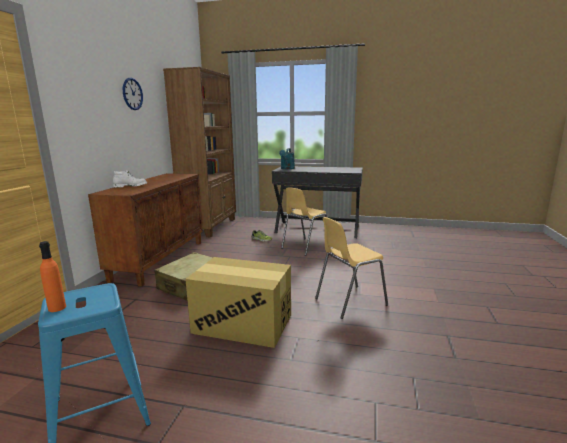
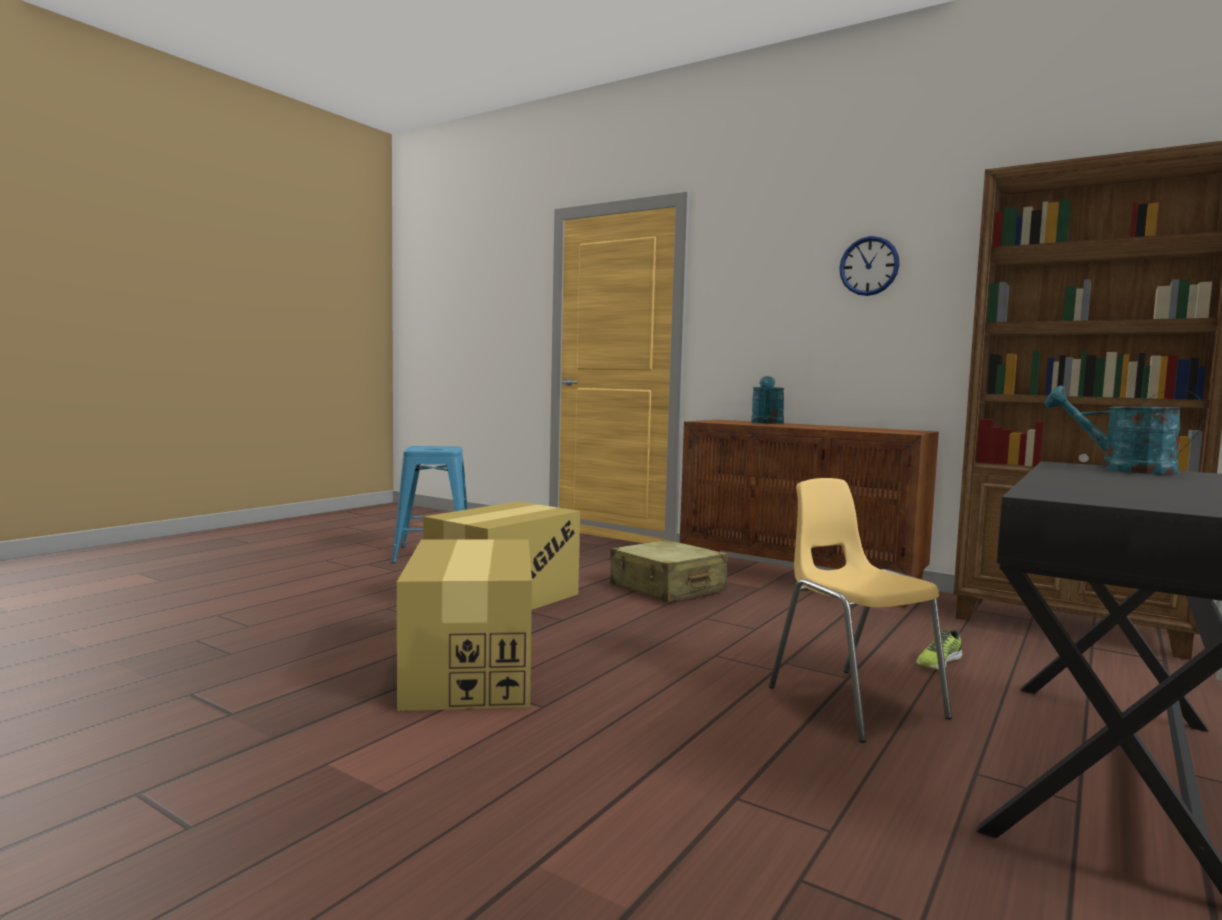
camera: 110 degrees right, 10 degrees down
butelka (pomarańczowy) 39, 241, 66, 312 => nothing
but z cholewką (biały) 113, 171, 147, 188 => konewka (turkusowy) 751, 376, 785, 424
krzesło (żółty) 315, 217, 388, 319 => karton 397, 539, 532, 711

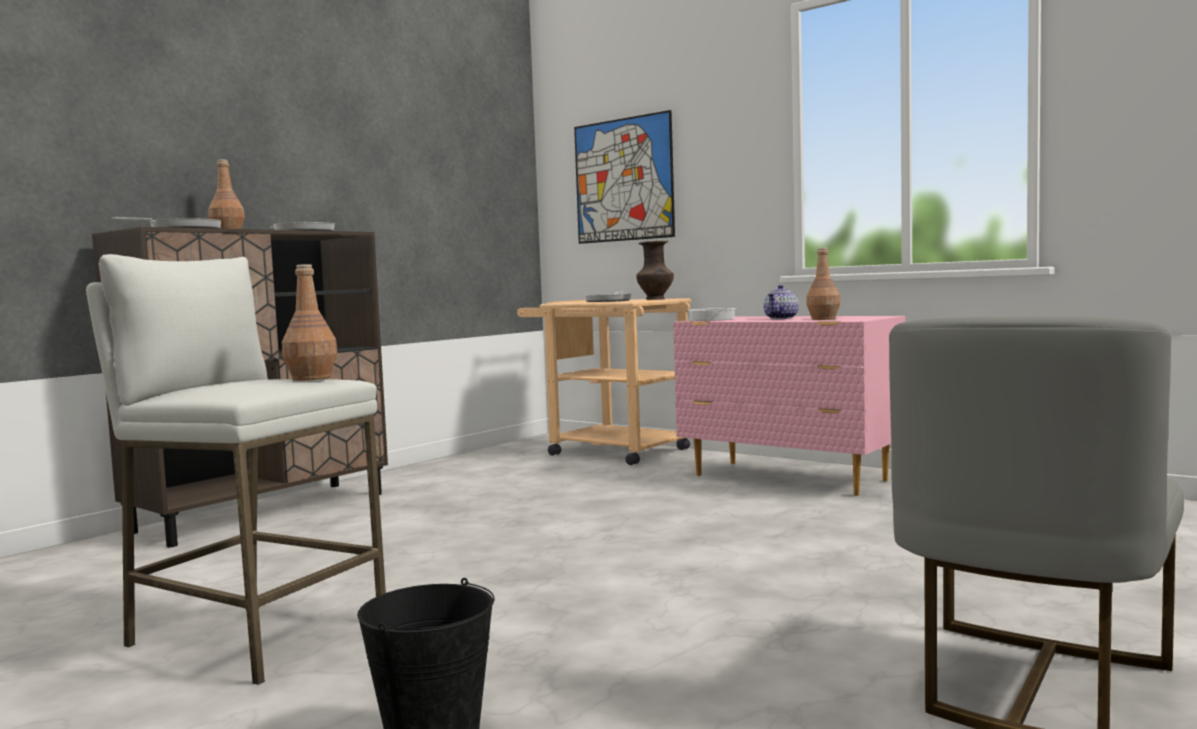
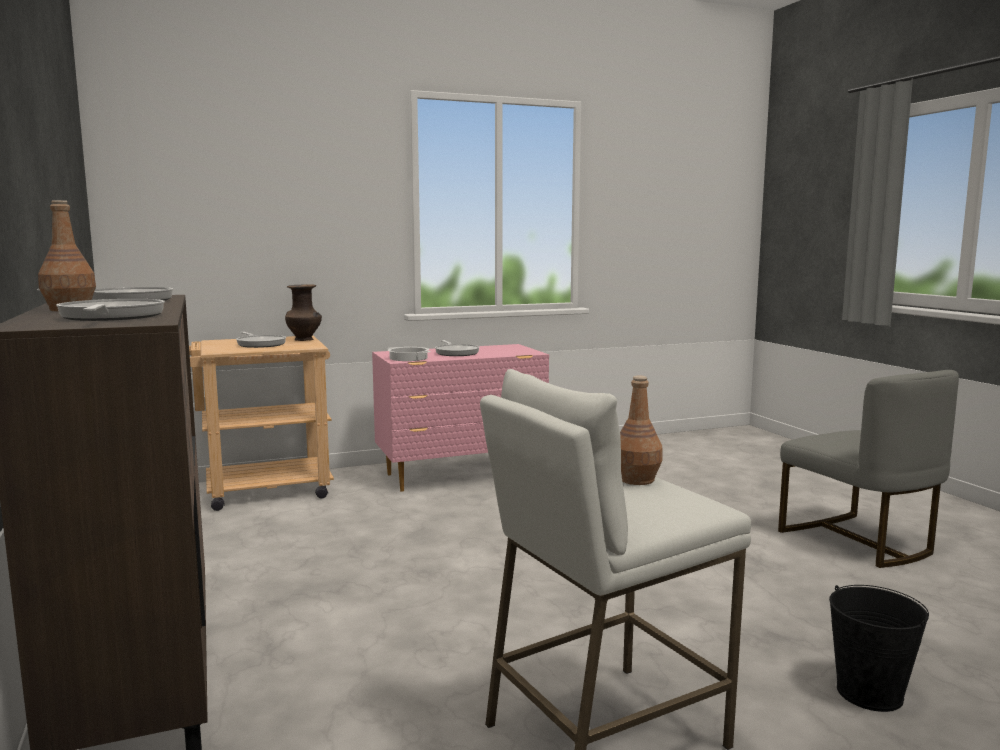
camera: 60 degrees left, 5 degrees up
obraz 574, 110, 675, 244 => nothing
butelka (brązowy) 806, 248, 840, 320 => nothing
imbryk 764, 285, 799, 319 => patelnia 435, 340, 480, 356

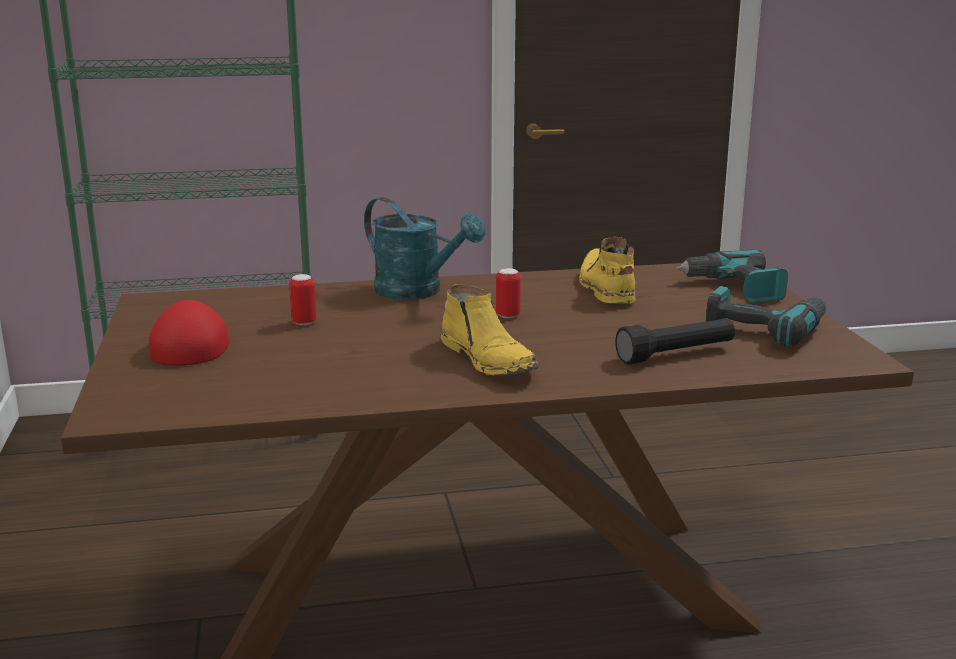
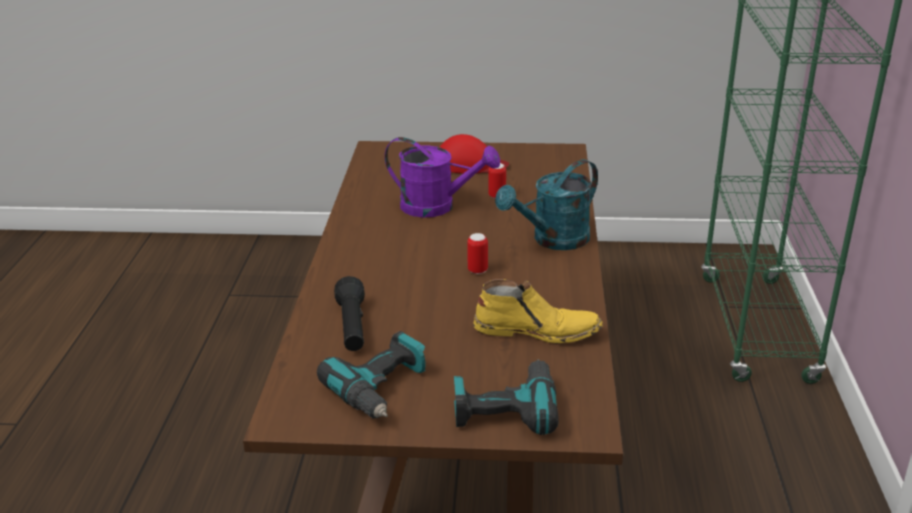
camera: 105 degrees right, 10 degrees up
but z cholewką (żółty) 441, 284, 539, 376 => nothing
nothing => konewka (fioletowy) 385, 137, 500, 217

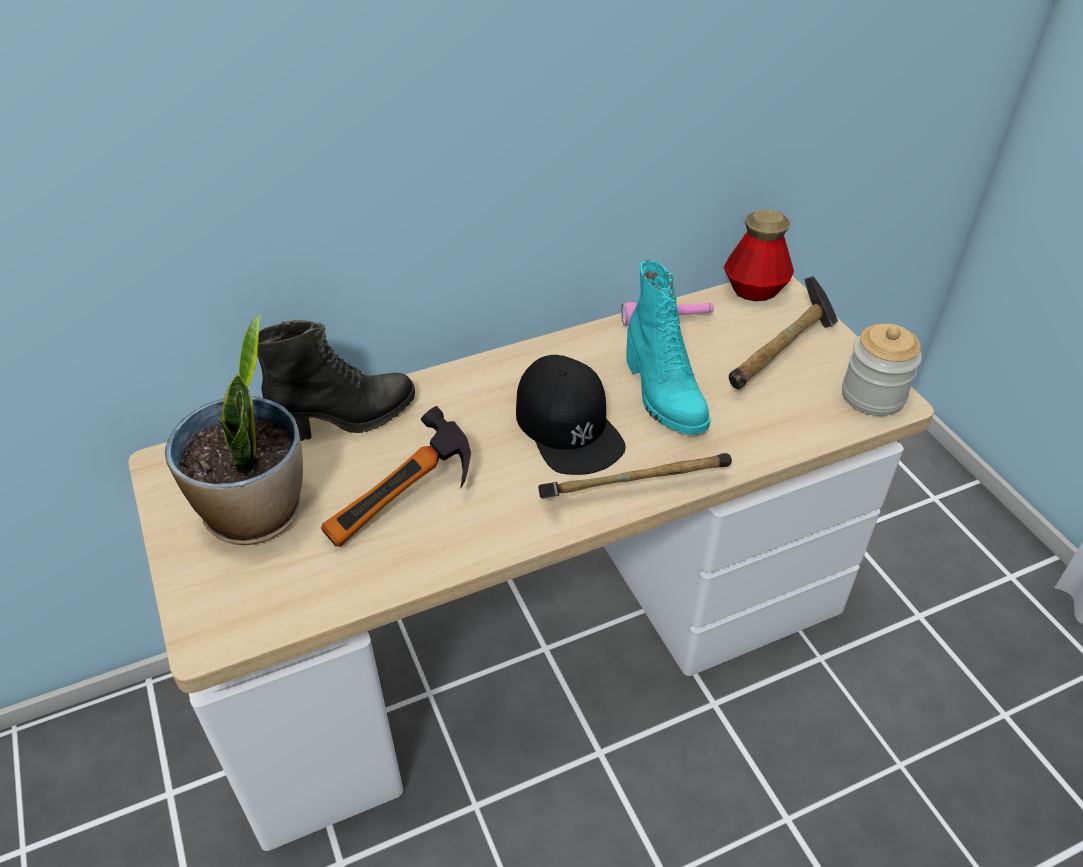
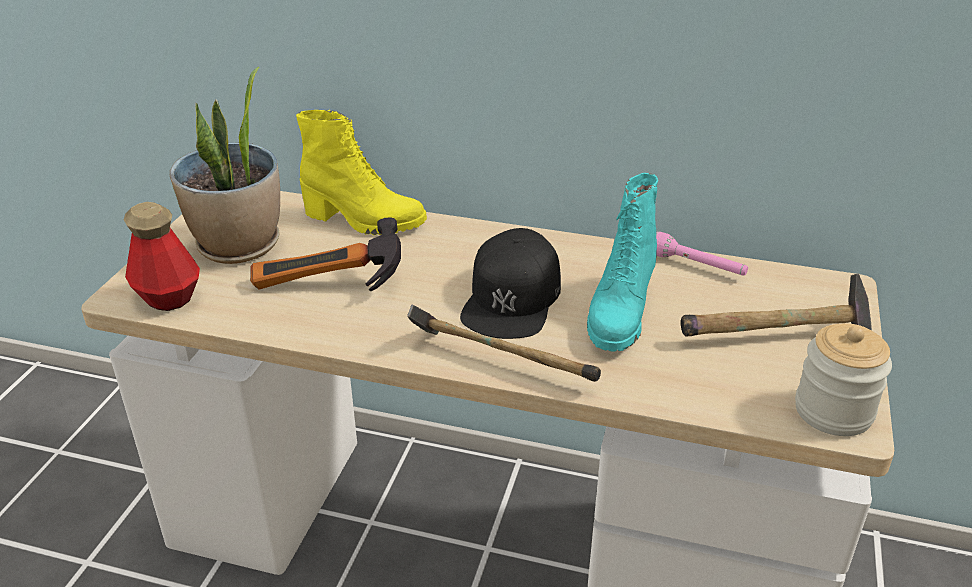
camera: 40 degrees right, 10 degrees down
butelka 724, 209, 794, 301 => butelka 124, 202, 200, 311, moved
but z cholewką (czarny) 258, 320, 415, 441 => but z cholewką (żółty) 296, 110, 427, 235

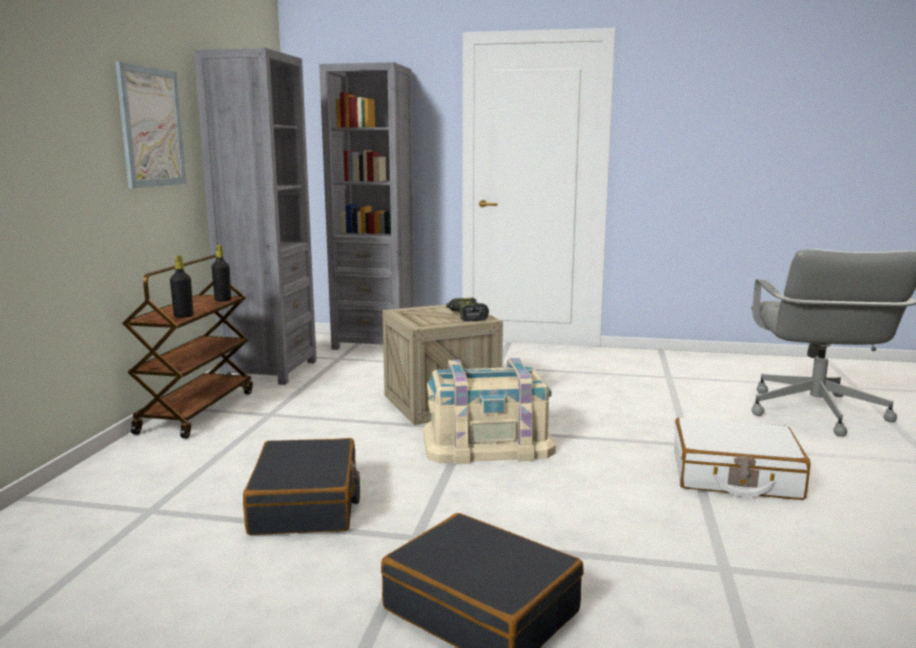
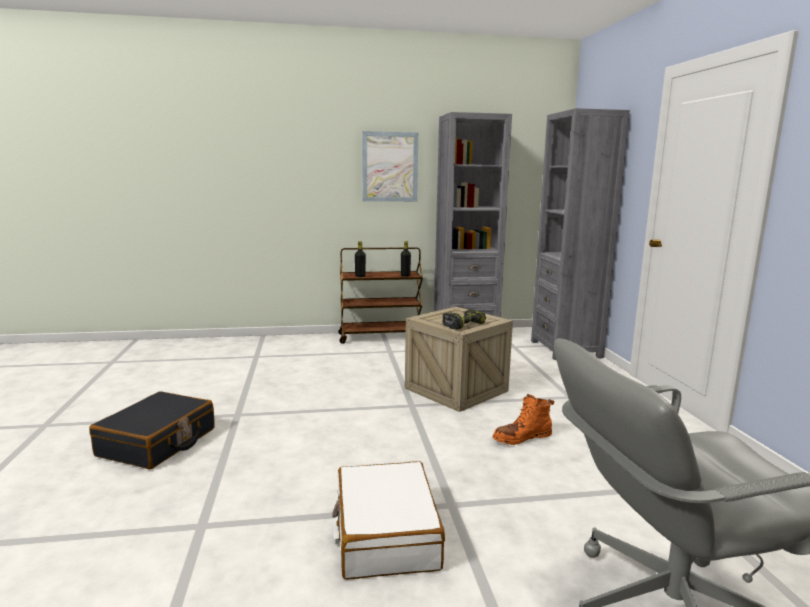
camera: 70 degrees right, 0 degrees up
walizka (czarny) 243, 438, 360, 535 => nothing
pojemnik do przechowywania (beżowy) 423, 358, 556, 464 => nothing
nothing => but z cholewką (pomarańczowy) 493, 394, 555, 445

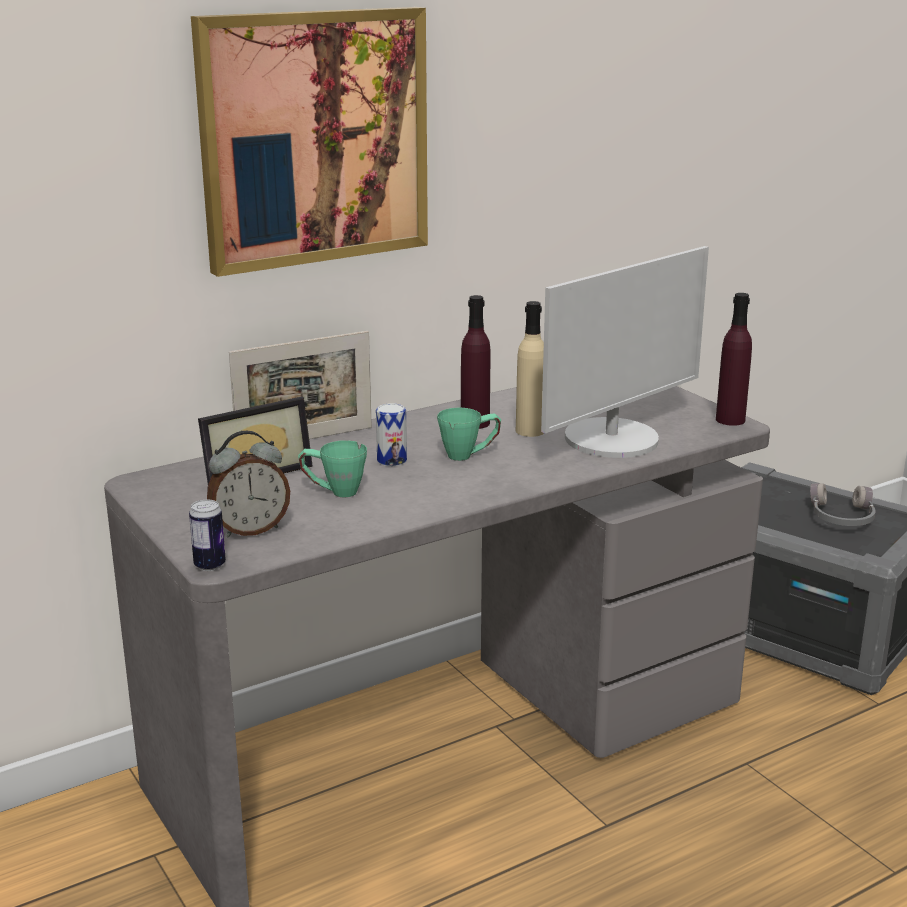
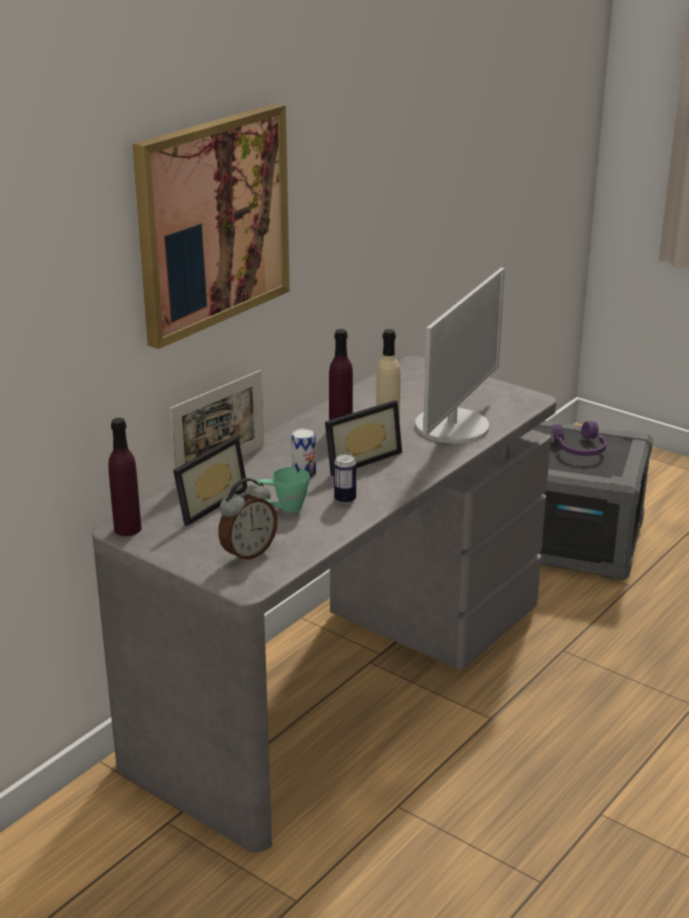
camera: 20 degrees left, 5 degrees up
puszka 189, 500, 226, 571 => puszka 334, 454, 356, 504, moved
butelka (fioletowy) 716, 293, 752, 426 => butelka (fioletowy) 108, 418, 141, 536, moved
kubek (zielony) 437, 408, 501, 461 => ramka na zdjęcie 325, 400, 402, 476
słuchawki (szary) 810, 483, 876, 526 => słuchawki (fioletowy) 552, 421, 606, 456

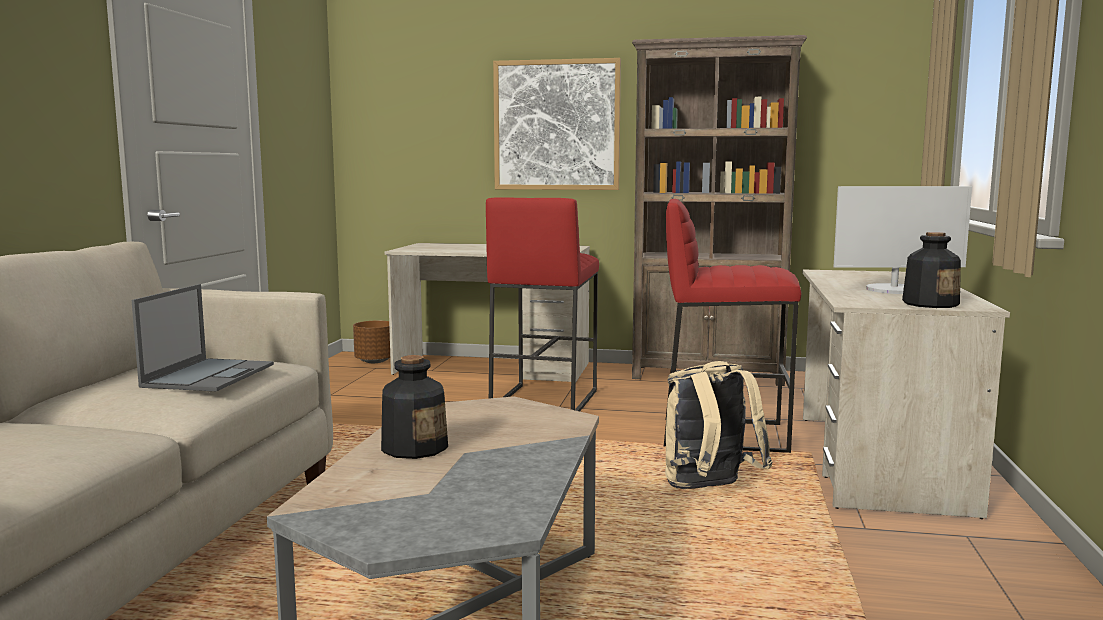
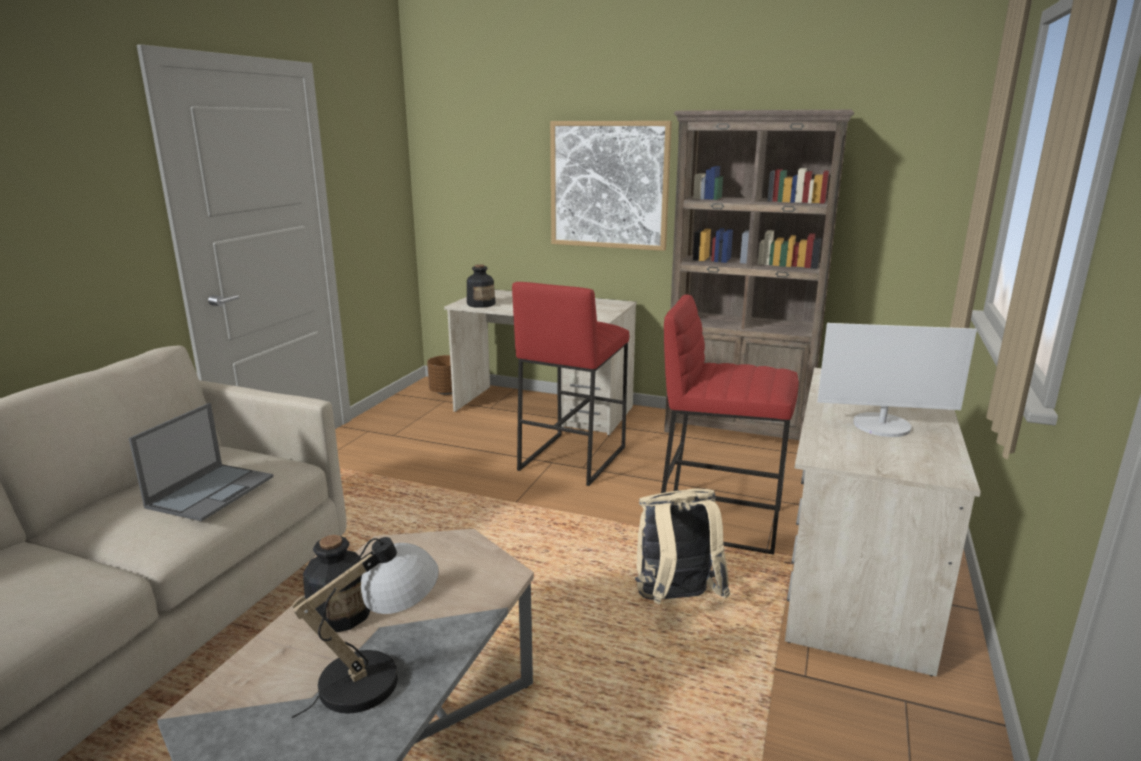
camera: 10 degrees right, 10 degrees up
nothing => lampa stołowa 292, 537, 439, 718
butelka 902, 232, 961, 308 => butelka 467, 264, 496, 308, moved

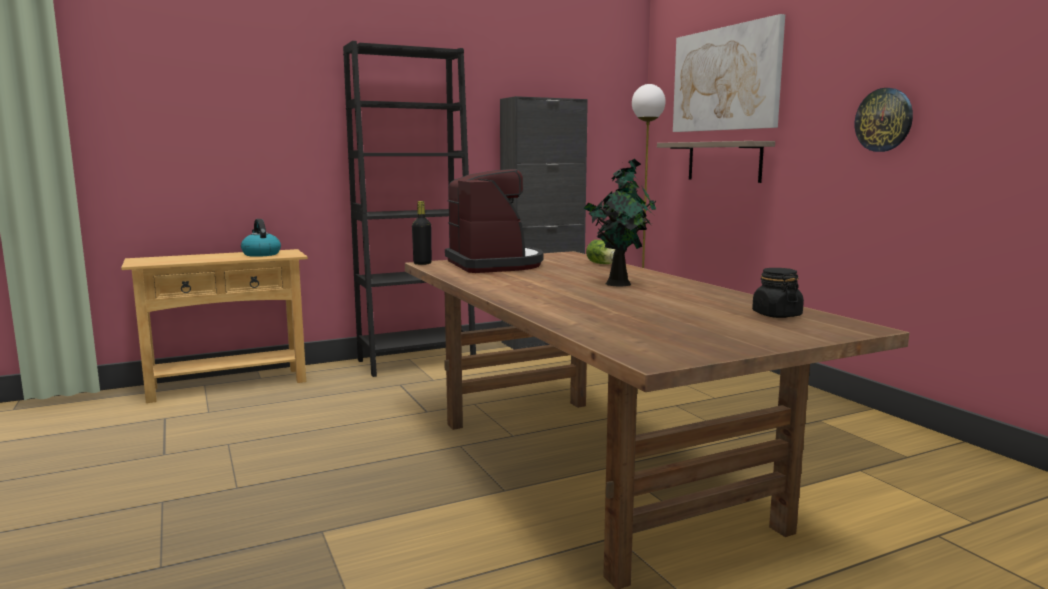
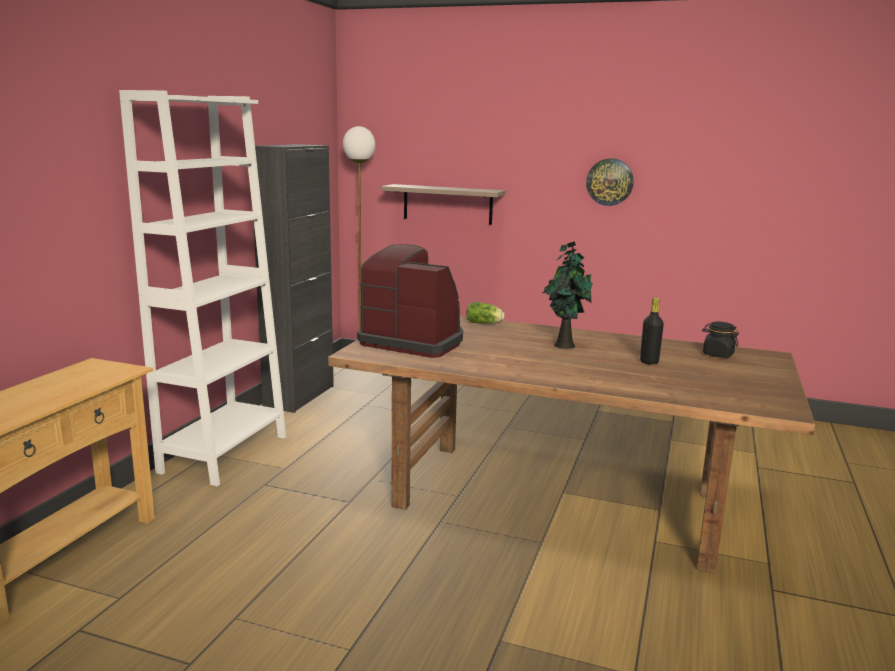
camera: 45 degrees left, 5 degrees up
czajnik 241, 219, 281, 257 => nothing
obraz 673, 14, 785, 132 => nothing
butelka (czarny) 412, 201, 432, 265 => butelka (czarny) 640, 297, 664, 365, moved
regał (czarny) 343, 41, 476, 377 => regał (biały) 119, 90, 286, 486

